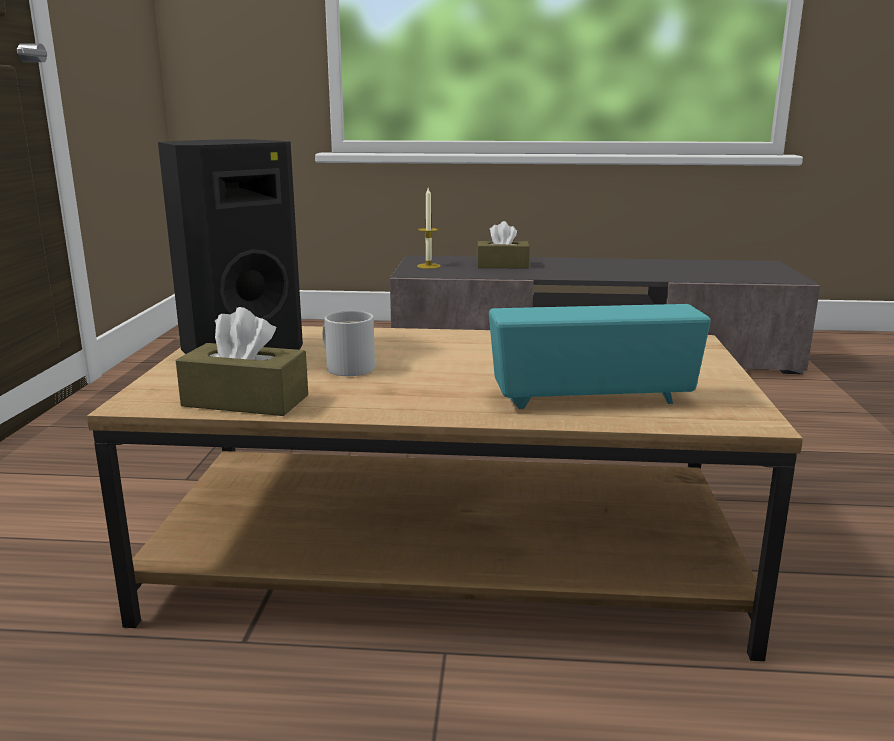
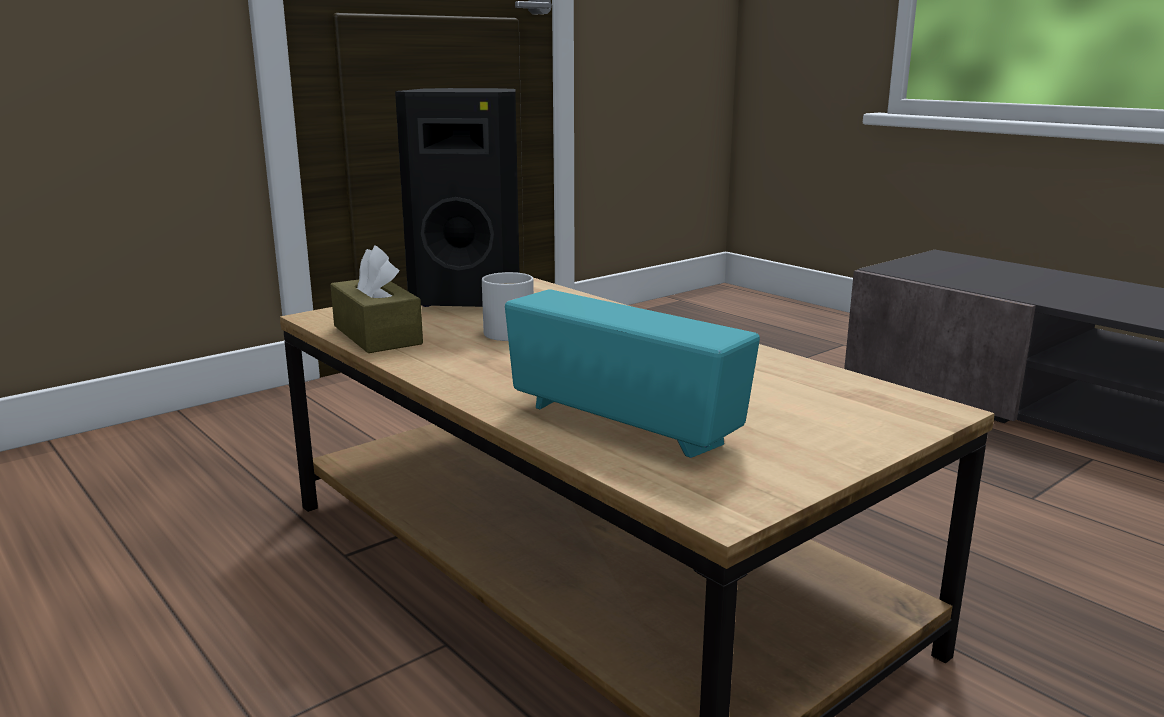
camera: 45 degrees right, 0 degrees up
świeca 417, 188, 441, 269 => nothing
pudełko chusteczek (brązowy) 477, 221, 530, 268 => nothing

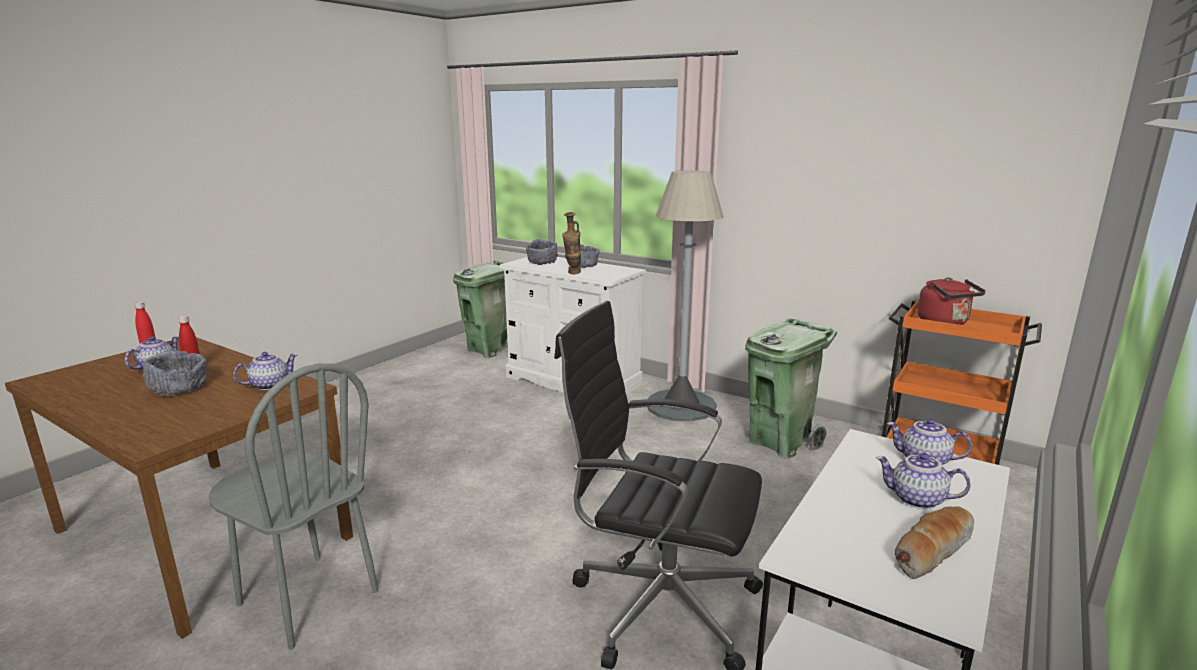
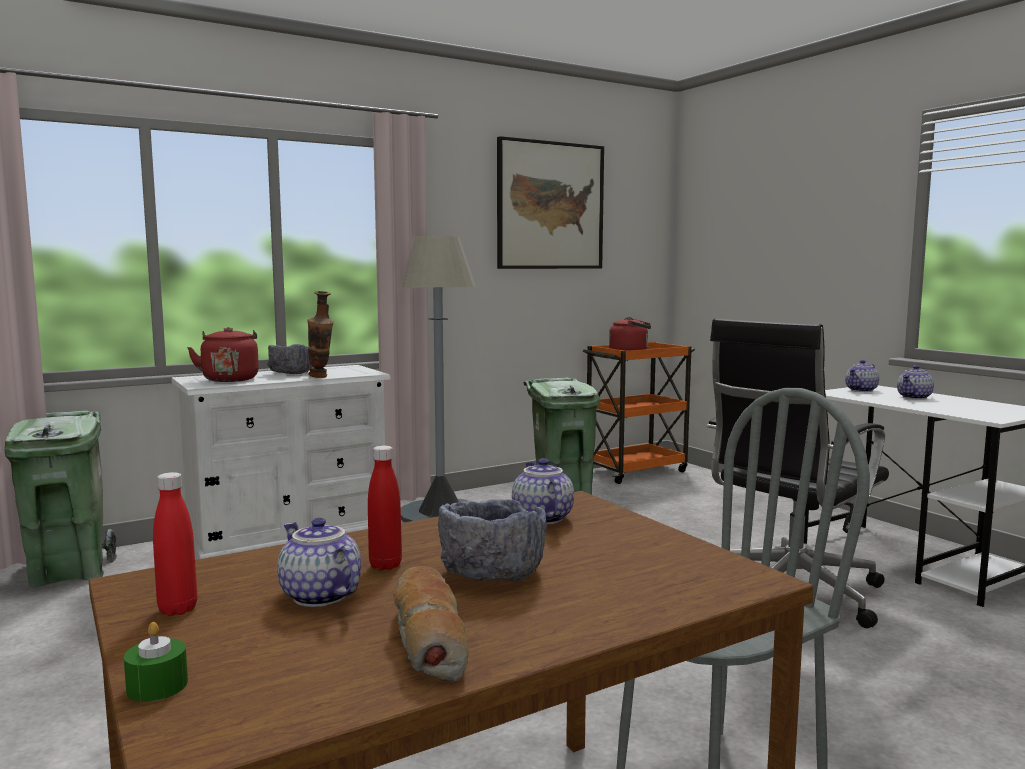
camera: 65 degrees left, 10 degrees down
nothing => świeca (zielony) 124, 622, 188, 702
nothing => obraz 497, 136, 604, 269
chleb 895, 506, 974, 579 => chleb 393, 566, 469, 682, moved
miska (szary) 526, 239, 558, 265 => czajnik (czerwony) 187, 327, 259, 382

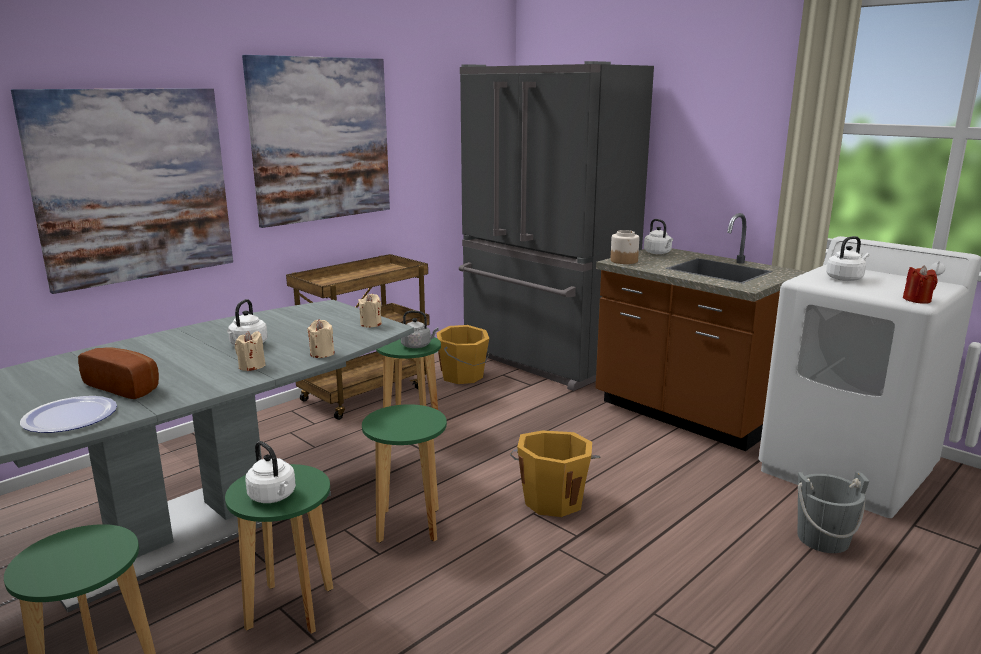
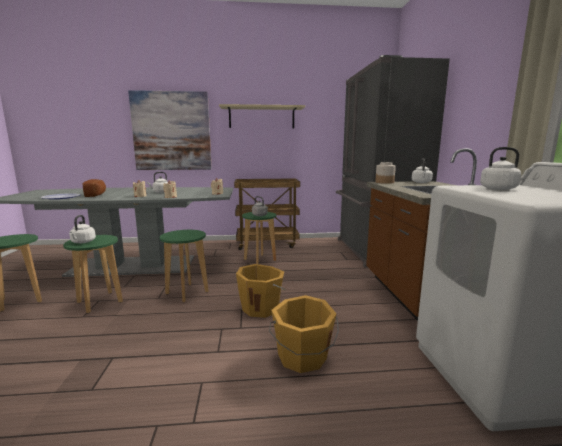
camera: 40 degrees right, 5 degrees down
wiadro (szary) 798, 471, 869, 553 => nothing
świeca (czerwony) 903, 265, 937, 304 => nothing
wiadro (pomarańczowy) 437, 325, 490, 384 => wiadro (pomarańczowy) 269, 295, 339, 373, moved
obraz 242, 55, 390, 228 => półka (beżowy) 219, 104, 305, 128

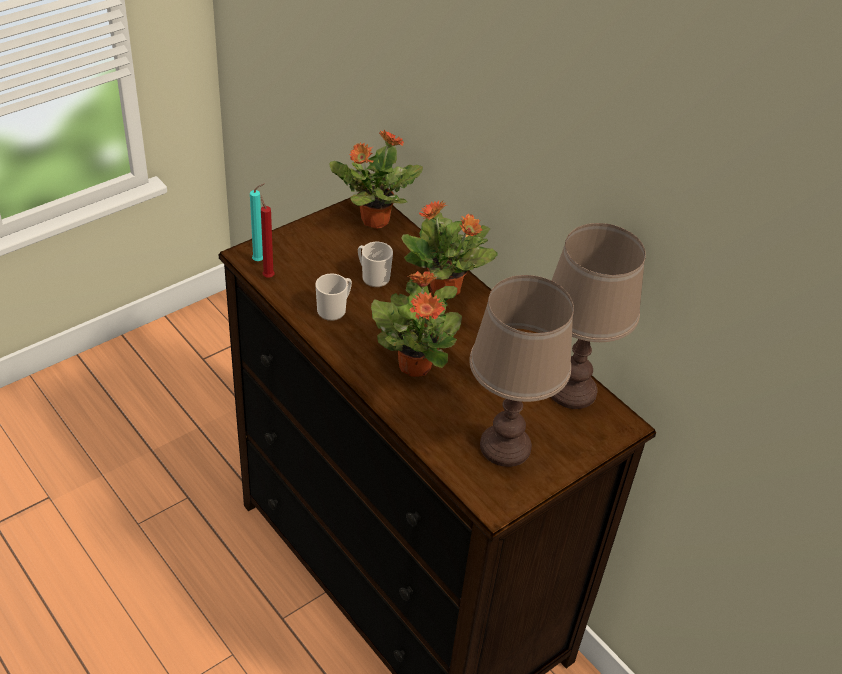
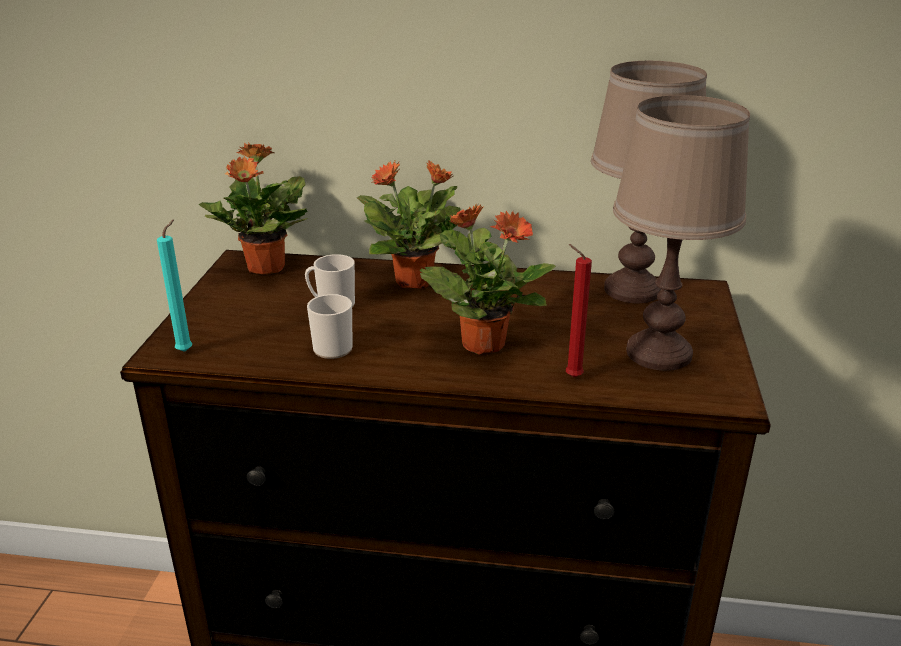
camera: 40 degrees left, 15 degrees down
świeca (czerwony) 261, 195, 275, 278 => świeca (czerwony) 566, 244, 592, 377, moved

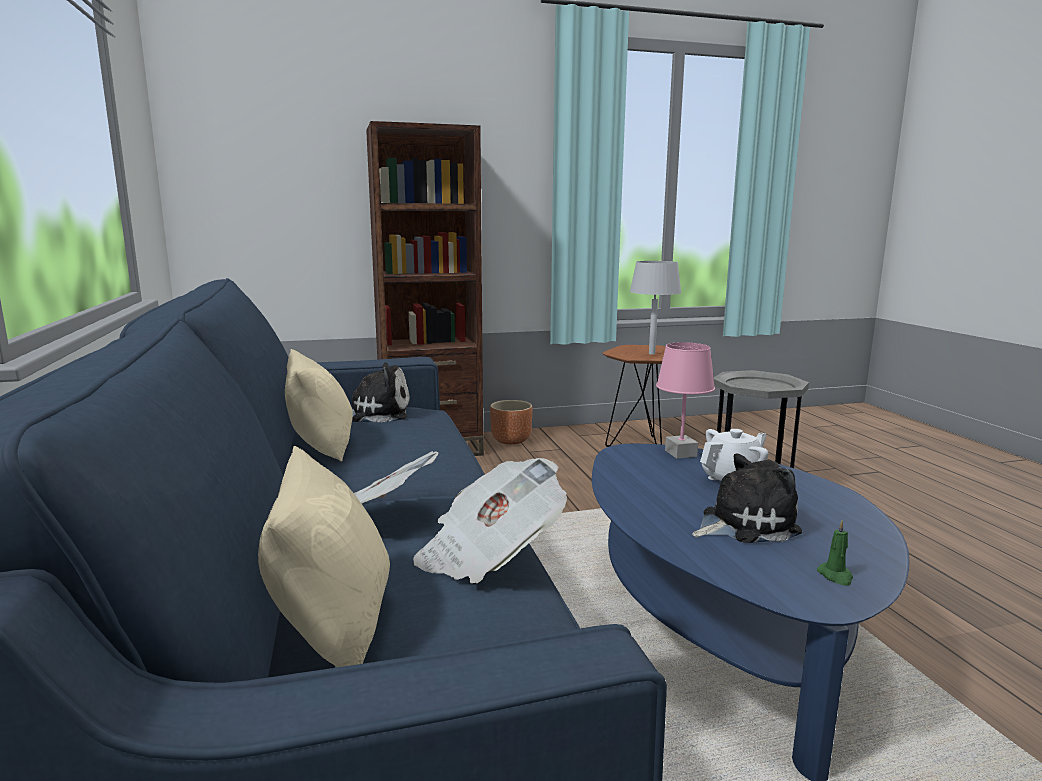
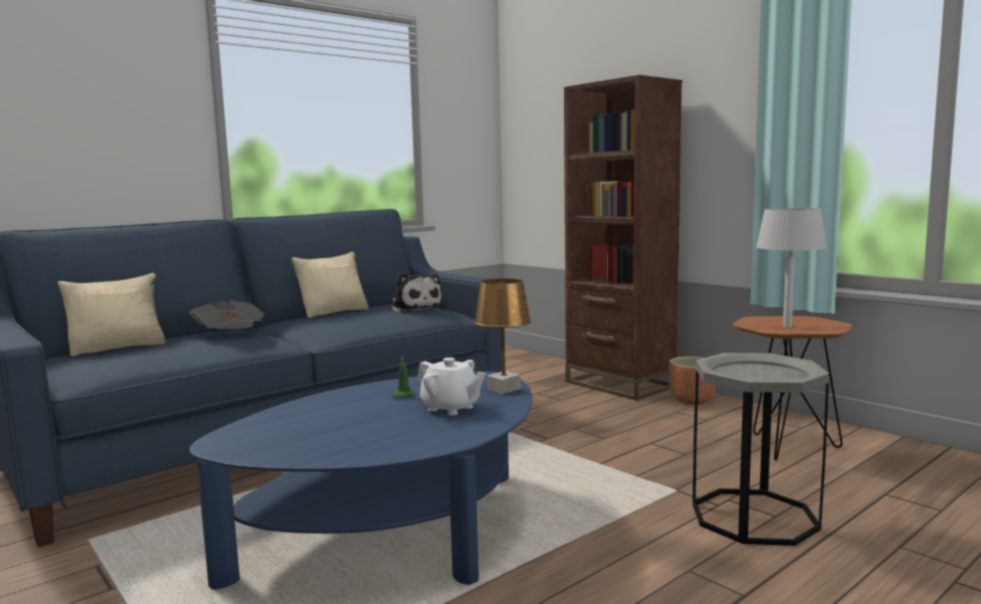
camera: 65 degrees right, 5 degrees down
gazeta 413, 458, 567, 583 => nothing
pluszak 692, 453, 802, 543 => nothing
świeca (zielony) 817, 520, 853, 586 => świeca (zielony) 392, 356, 416, 399, moved
lampa stołowa (różowy) 656, 342, 715, 459 => lampa stołowa (brązowy) 474, 279, 531, 394

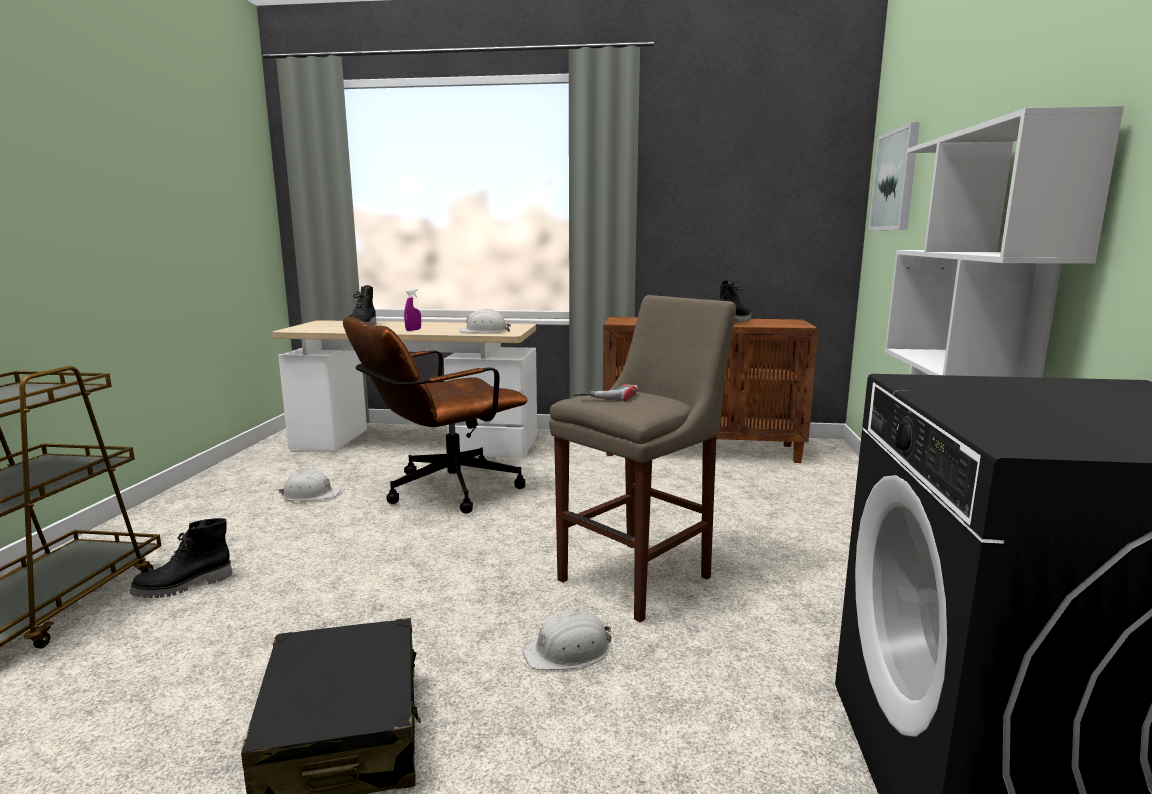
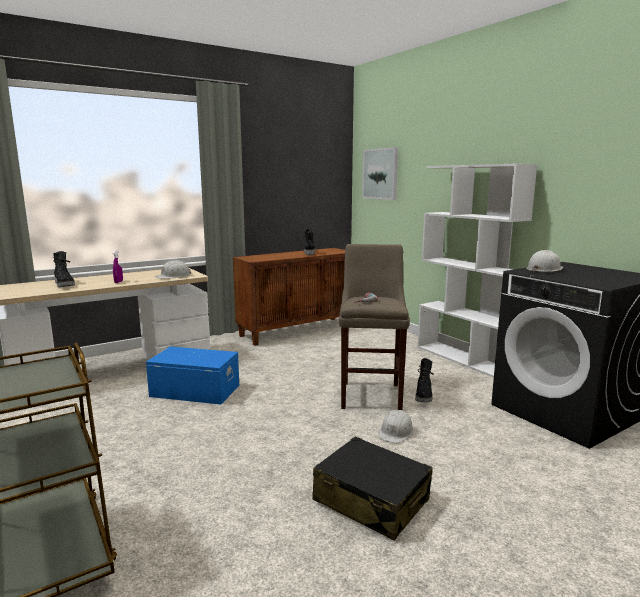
camera: 40 degrees left, 0 degrees up
but z cholewką (czarny) 130, 518, 232, 598 => but z cholewką (czarny) 415, 358, 433, 403, moved
kask (biały) 278, 470, 341, 501 => kask (biały) 526, 250, 563, 272, moved
krzesło biurowe (brązowy) 343, 317, 528, 514 => pojemnik do przechowywania (niebieski) 146, 346, 239, 405

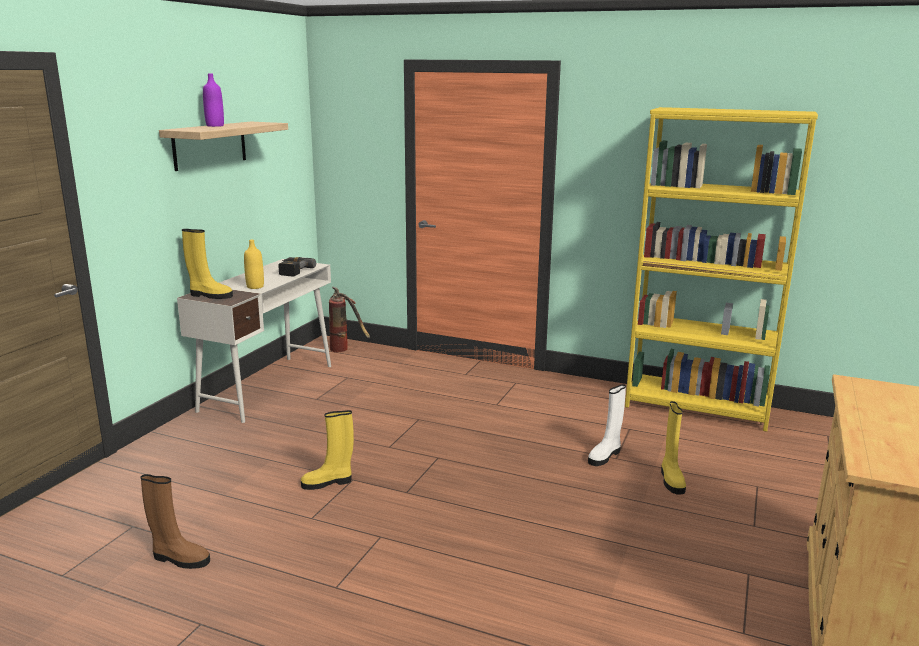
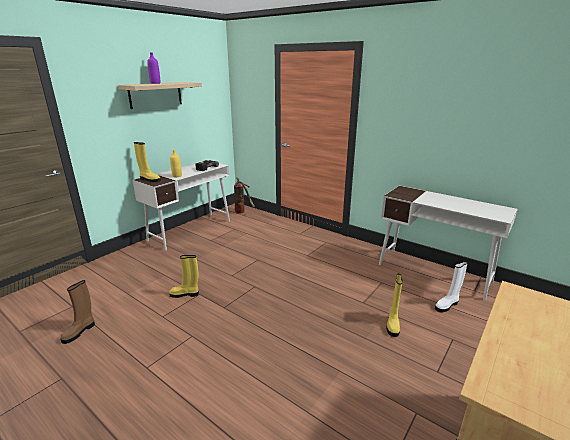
camera: 15 degrees right, 5 degrees up
but z cholewką (biały) 588, 384, 626, 466 => but z cholewką (biały) 435, 261, 468, 313, moved
regał (żółty) 625, 107, 818, 432 => biurko (biały) 379, 186, 518, 300
but z cholewką (brązowy) 141, 474, 210, 569 => but z cholewką (brązowy) 60, 280, 95, 344, 90 degrees clockwise

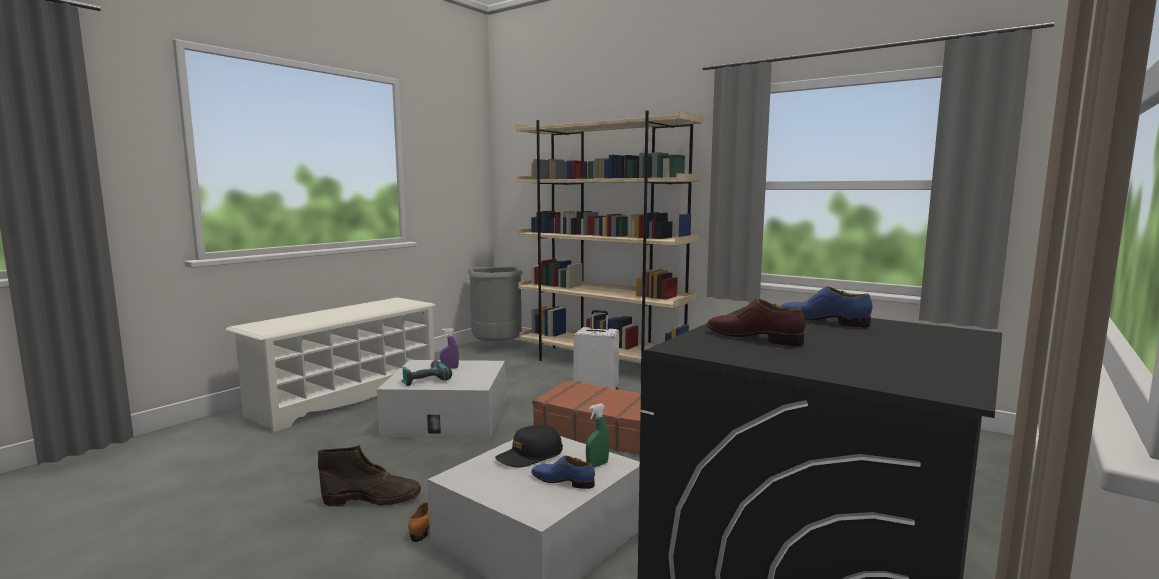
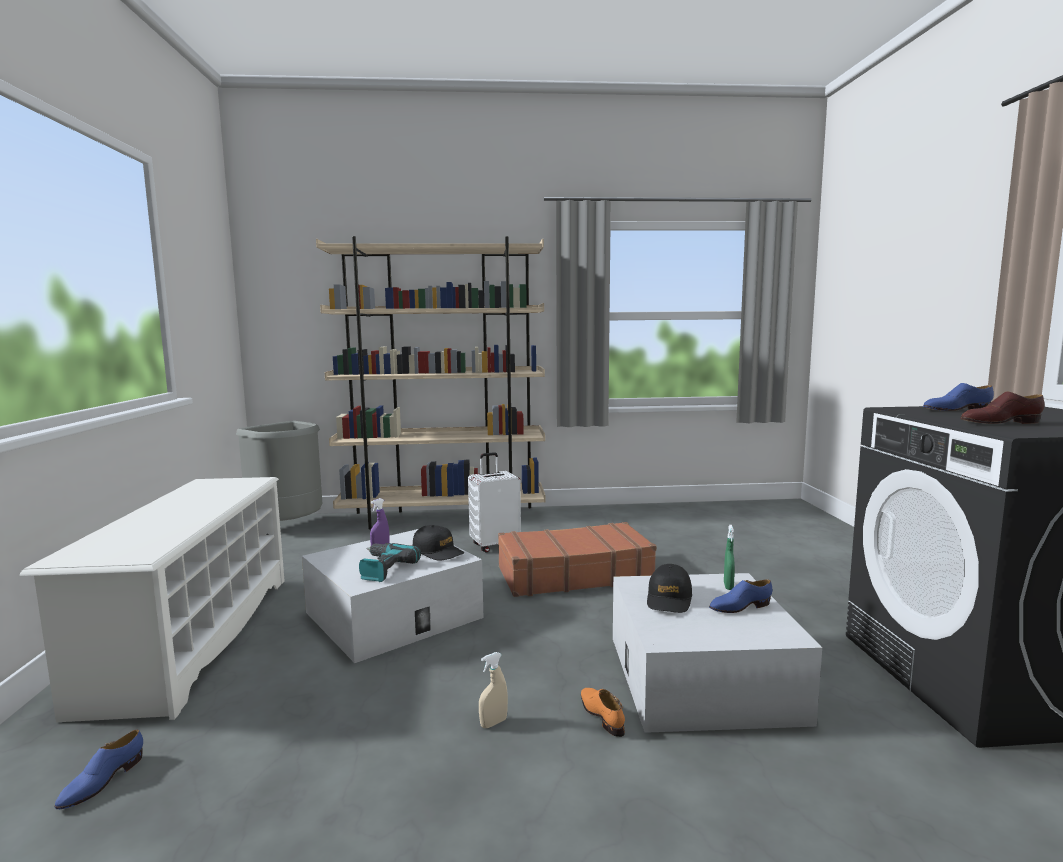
camera: 40 degrees left, 0 degrees up
nothing => but (niebieski) 54, 730, 143, 809
nothing => czapka z daszkiem (czarny) 413, 525, 464, 561
but z cholewką (brązowy) 318, 445, 421, 507 => spryskiwacz (beżowy) 479, 652, 508, 728

